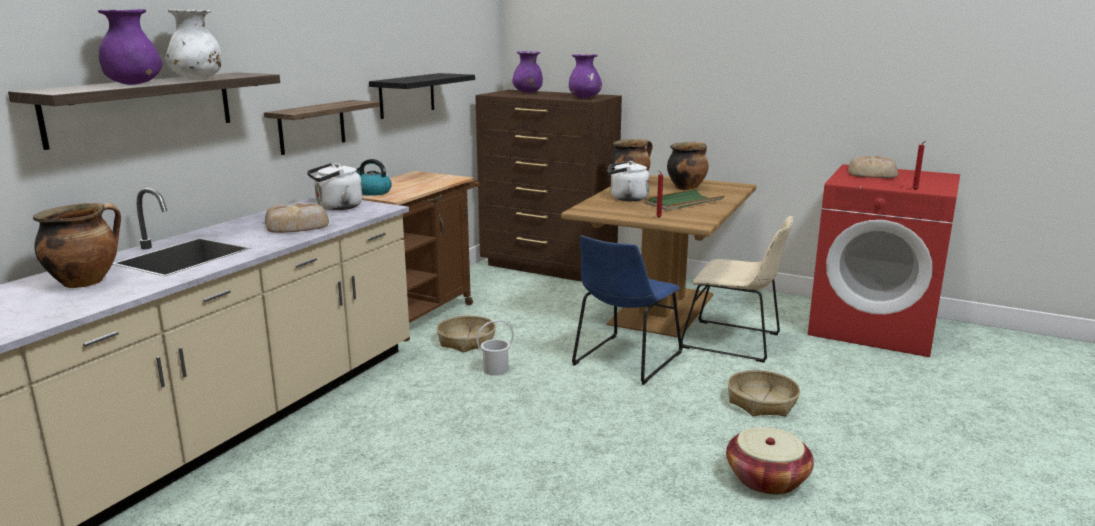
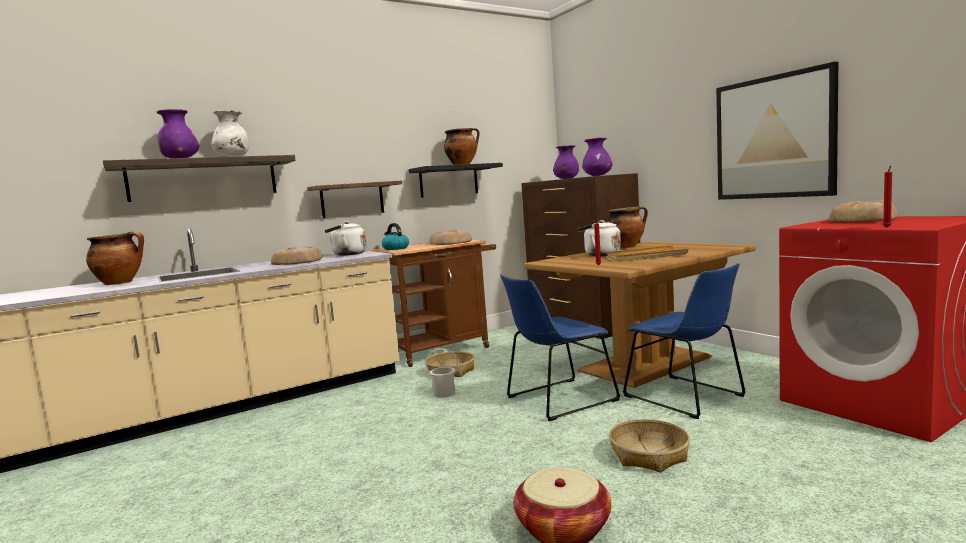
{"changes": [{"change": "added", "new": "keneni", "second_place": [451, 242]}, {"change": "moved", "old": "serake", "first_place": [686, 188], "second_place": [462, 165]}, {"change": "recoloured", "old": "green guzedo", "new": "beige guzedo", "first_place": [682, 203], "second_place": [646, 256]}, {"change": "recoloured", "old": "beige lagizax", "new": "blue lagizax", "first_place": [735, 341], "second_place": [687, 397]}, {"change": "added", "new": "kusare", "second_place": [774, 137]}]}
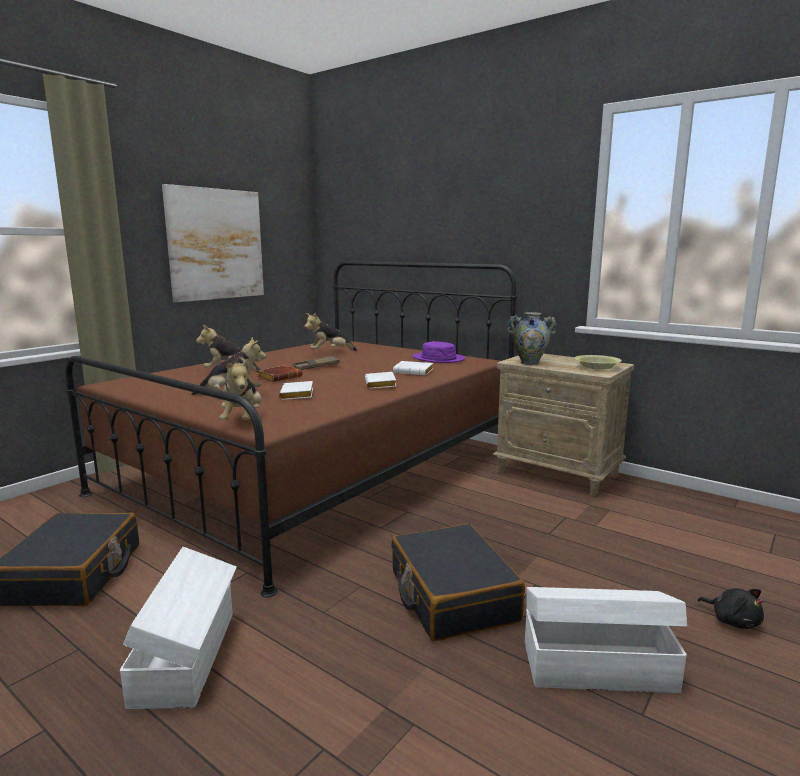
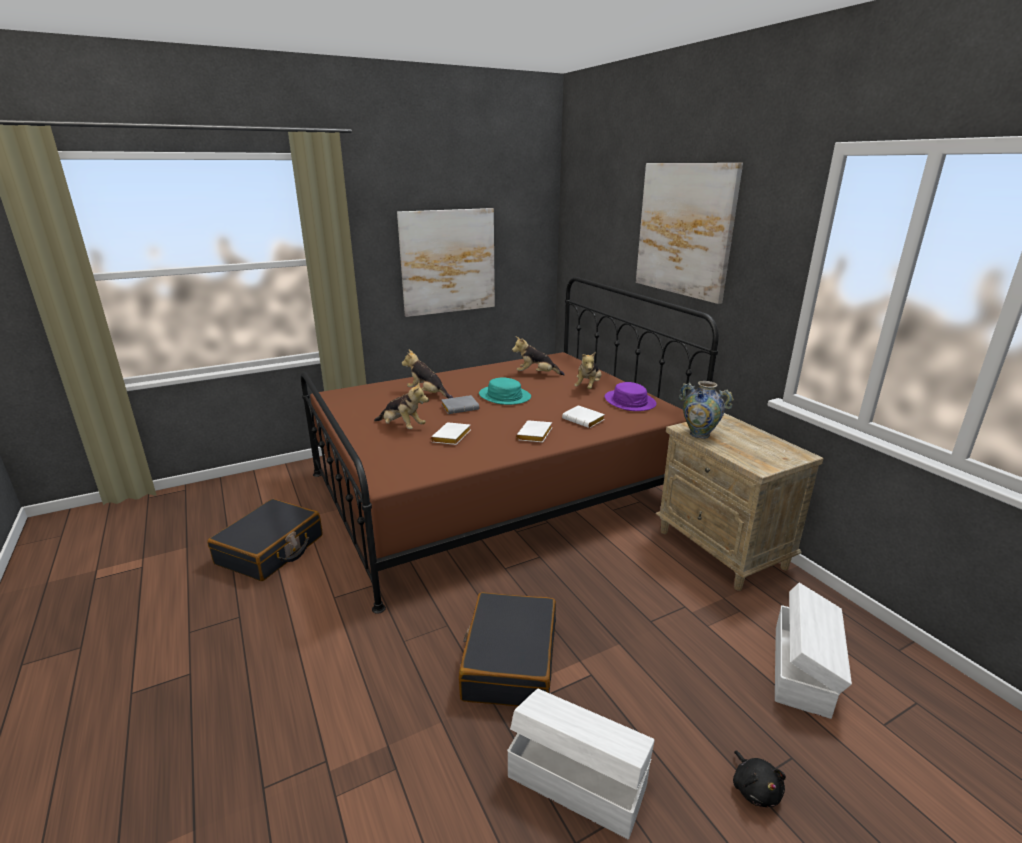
{"changes": [{"change": "recoloured", "old": "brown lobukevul", "new": "grey lobukevul", "first_place": [280, 377], "second_place": [460, 407]}, {"change": "replaced", "old": "brown guzedo", "new": "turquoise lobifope", "first_place": [316, 367], "second_place": [504, 396]}, {"change": "moved", "old": "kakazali", "first_place": [243, 420], "second_place": [588, 387]}, {"change": "added", "new": "kusare", "second_place": [684, 230]}, {"change": "moved", "old": "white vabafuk", "first_place": [187, 656], "second_place": [803, 669]}, {"change": "removed", "old": "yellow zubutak", "first_place": [597, 367]}]}
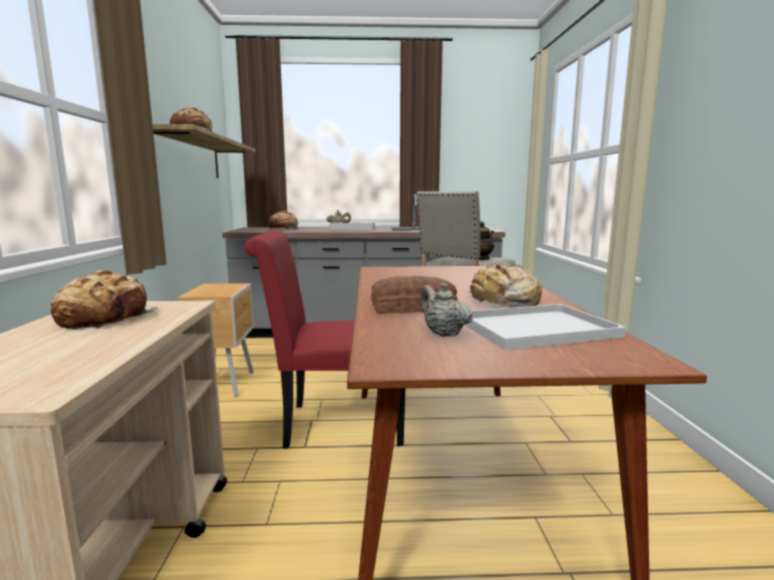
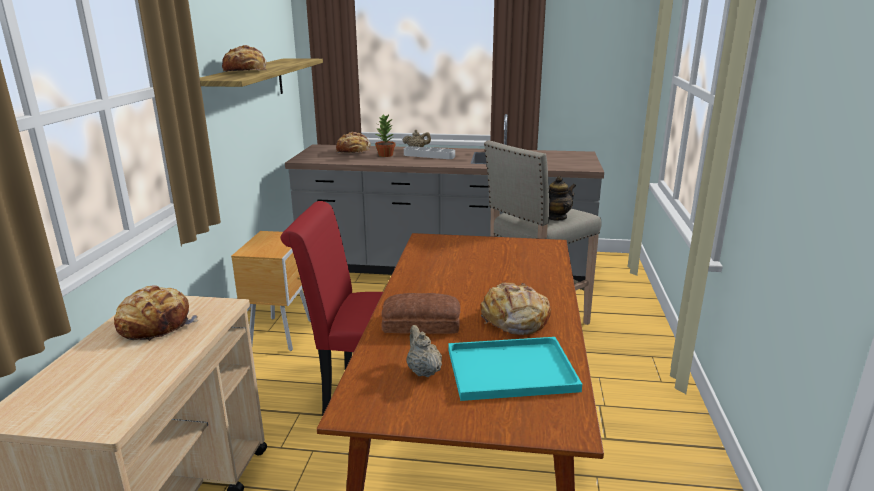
{"changes": [{"change": "added", "new": "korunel", "second_place": [385, 155]}, {"change": "recoloured", "old": "white guzedo", "new": "turquoise guzedo", "first_place": [537, 327], "second_place": [513, 369]}]}
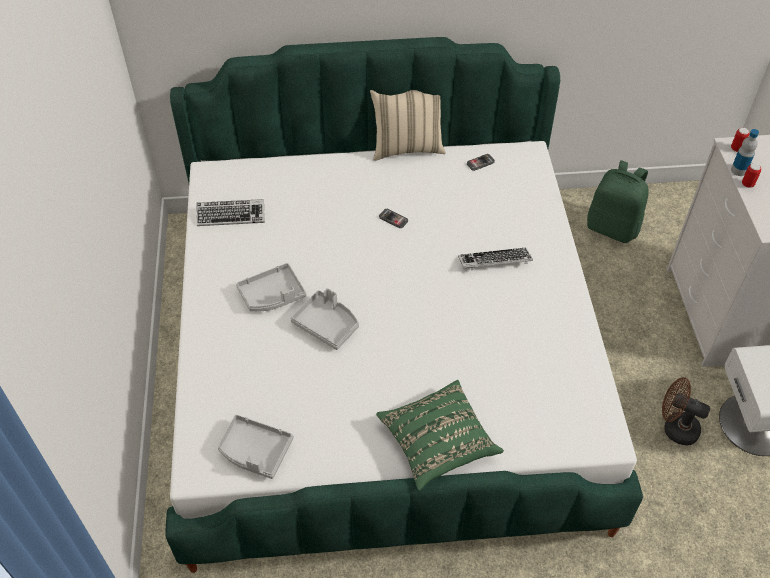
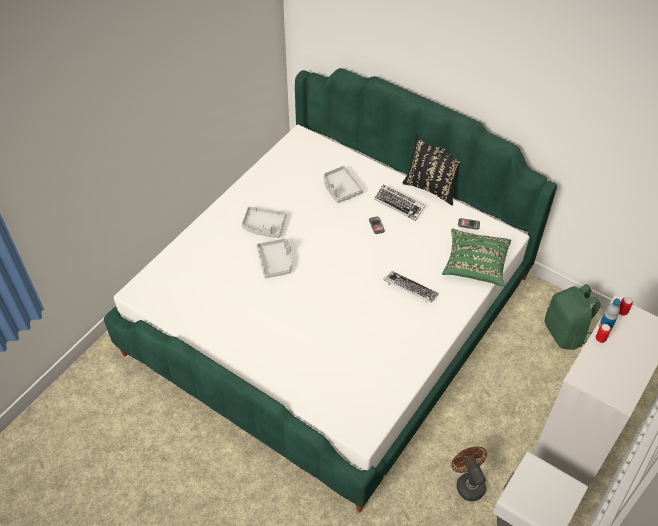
{"changes": [{"change": "moved", "old": "grey guzedo", "first_place": [255, 451], "second_place": [341, 188]}, {"change": "moved", "old": "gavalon", "first_place": [231, 215], "second_place": [399, 204]}, {"change": "recoloured", "old": "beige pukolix", "new": "black pukolix", "first_place": [407, 147], "second_place": [432, 187]}, {"change": "moved", "old": "green pukolix", "first_place": [438, 442], "second_place": [475, 264]}]}
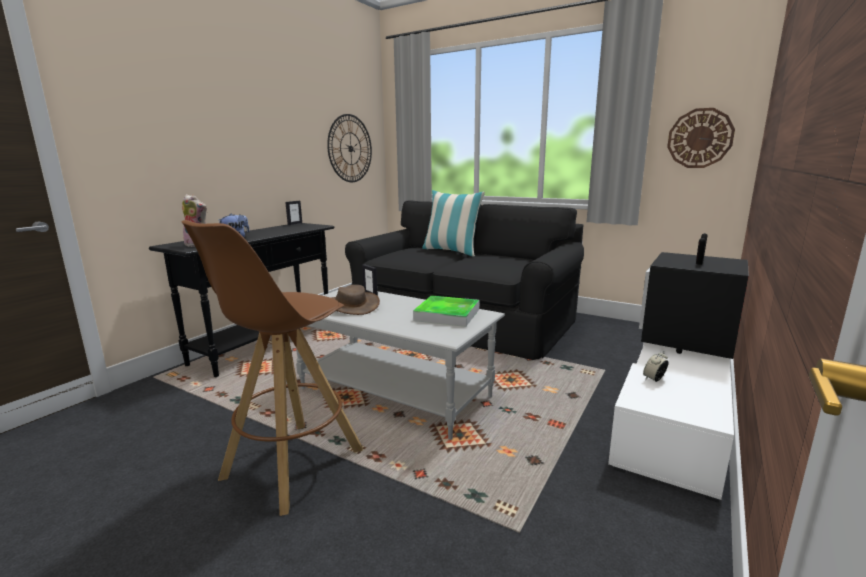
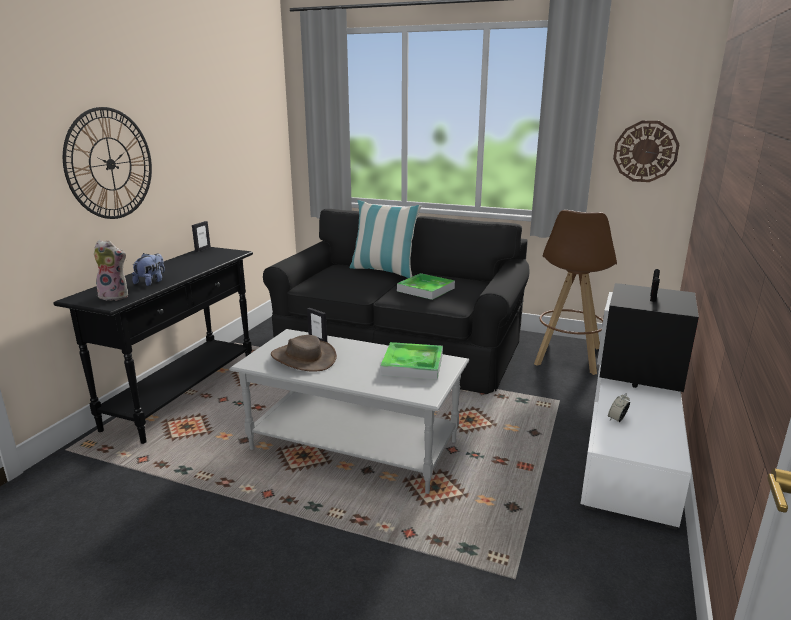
{"changes": [{"change": "moved", "old": "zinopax", "first_place": [350, 148], "second_place": [110, 164]}, {"change": "added", "new": "guzedo", "second_place": [425, 289]}, {"change": "moved", "old": "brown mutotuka", "first_place": [292, 464], "second_place": [567, 356]}]}
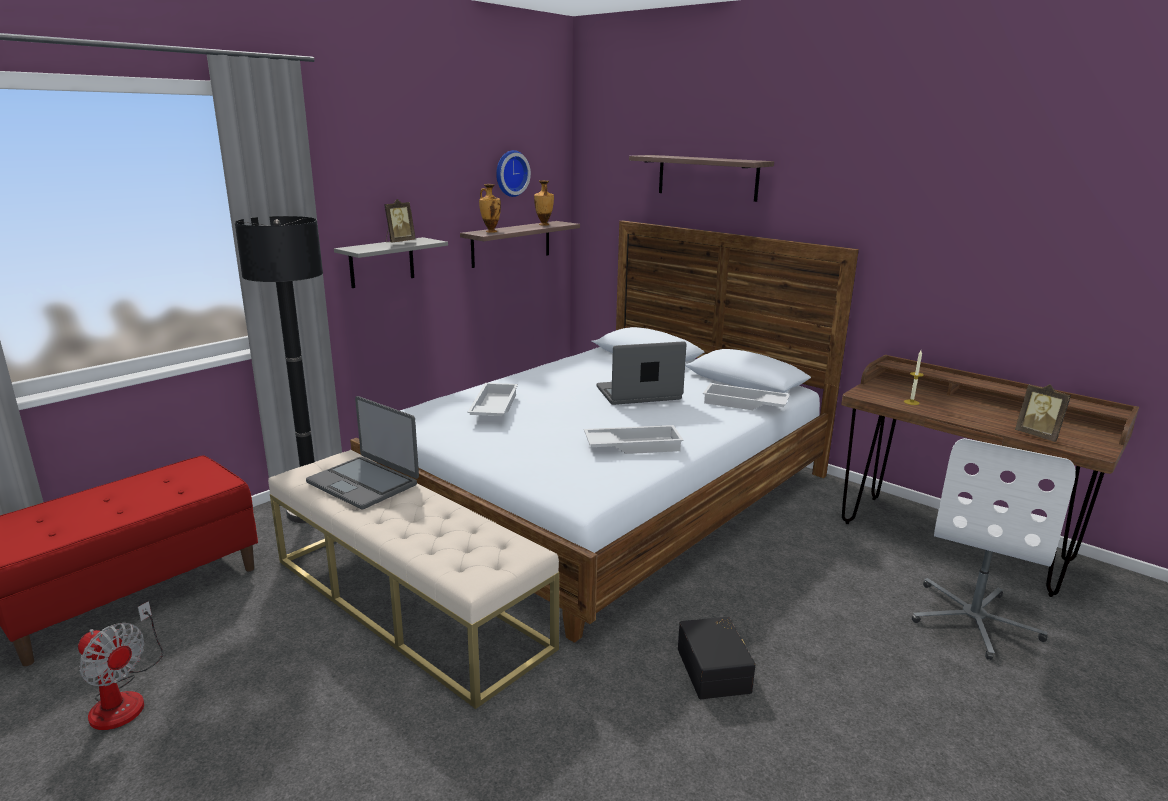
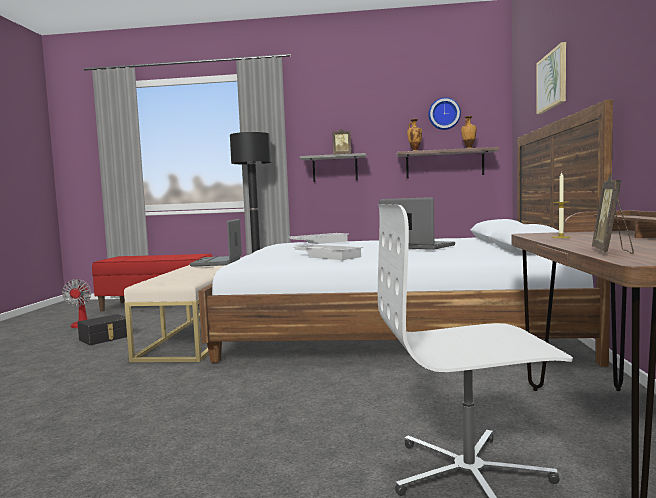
{"changes": [{"change": "moved", "old": "black vabafuk", "first_place": [715, 669], "second_place": [105, 338]}, {"change": "replaced", "old": "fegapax", "new": "kusare", "first_place": [707, 177], "second_place": [552, 80]}, {"change": "removed", "old": "white guzedo", "first_place": [744, 404]}]}
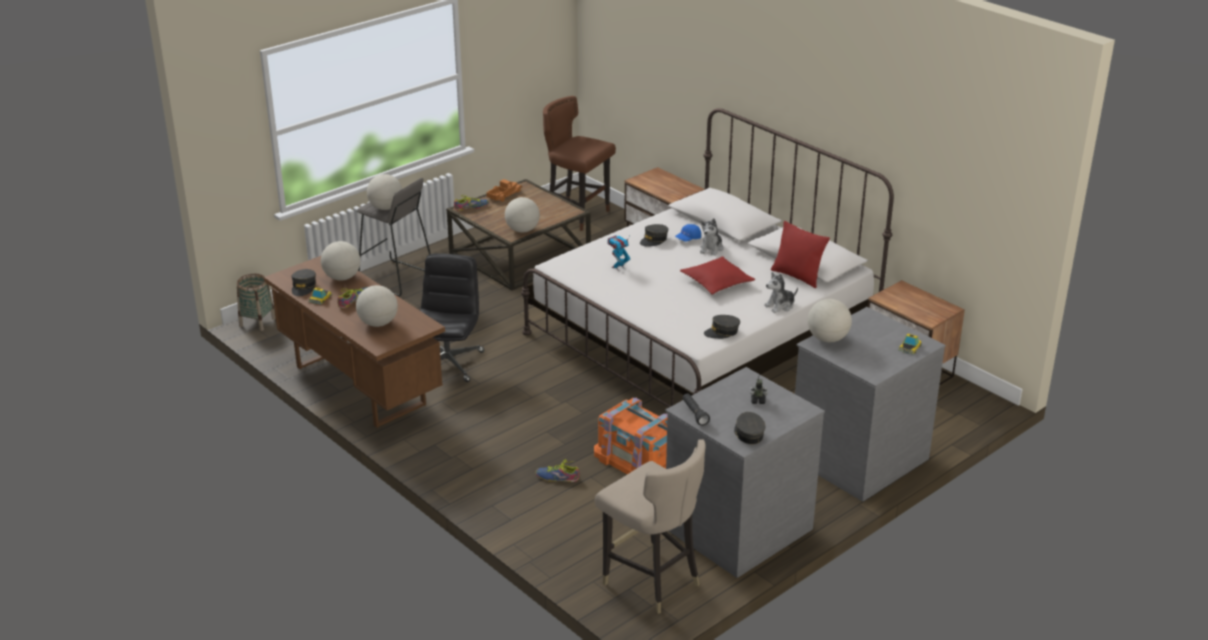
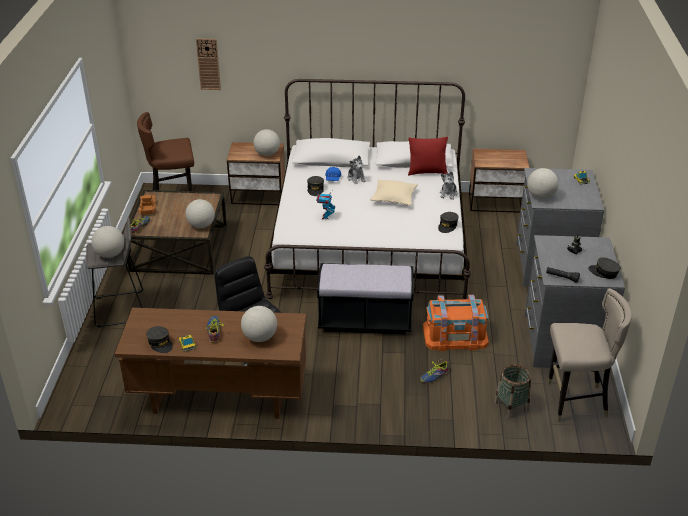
{"changes": [{"change": "added", "new": "zinopax", "second_place": [208, 64]}, {"change": "moved", "old": "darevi", "first_place": [342, 277], "second_place": [267, 154]}, {"change": "added", "new": "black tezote", "second_place": [365, 320]}, {"change": "recoloured", "old": "red pukolix", "new": "beige pukolix", "first_place": [717, 282], "second_place": [394, 197]}, {"change": "moved", "old": "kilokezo", "first_place": [257, 322], "second_place": [511, 406]}]}
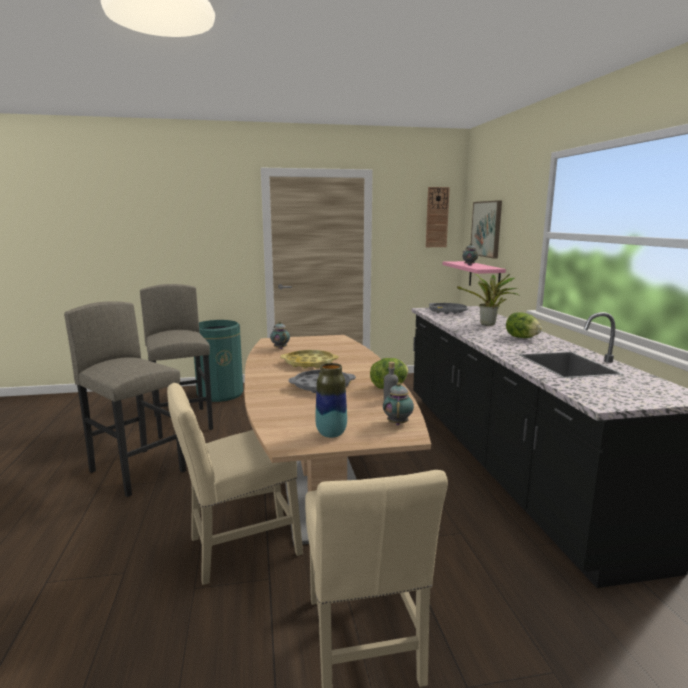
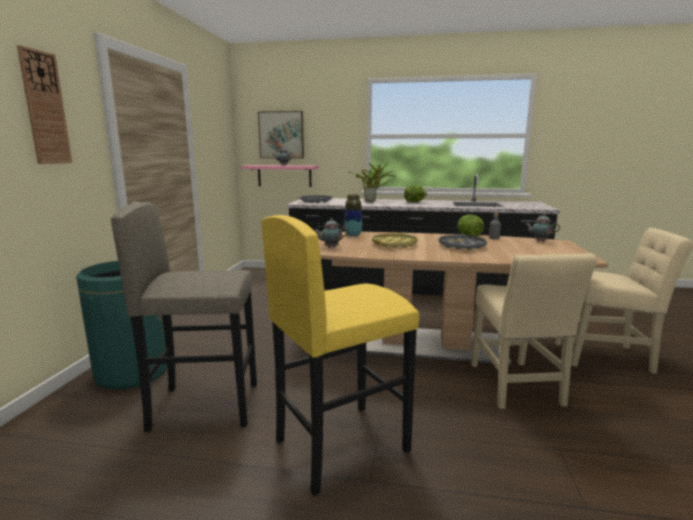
{"changes": [{"change": "moved", "old": "zinopax", "first_place": [437, 217], "second_place": [45, 108]}, {"change": "recoloured", "old": "grey mutotuka", "new": "yellow mutotuka", "first_place": [138, 471], "second_place": [340, 445]}, {"change": "moved", "old": "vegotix", "first_place": [331, 433], "second_place": [353, 235]}]}
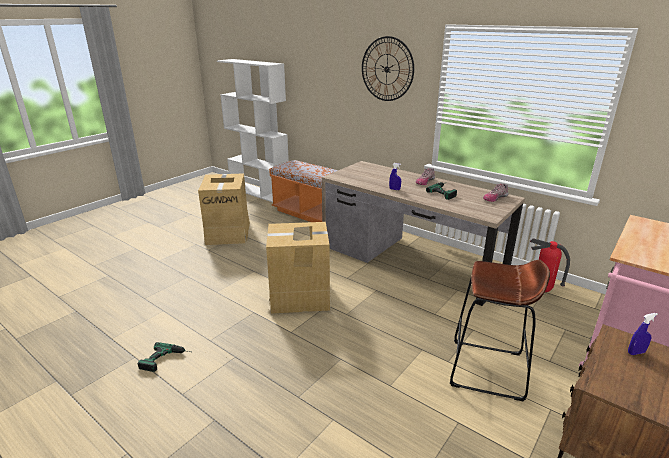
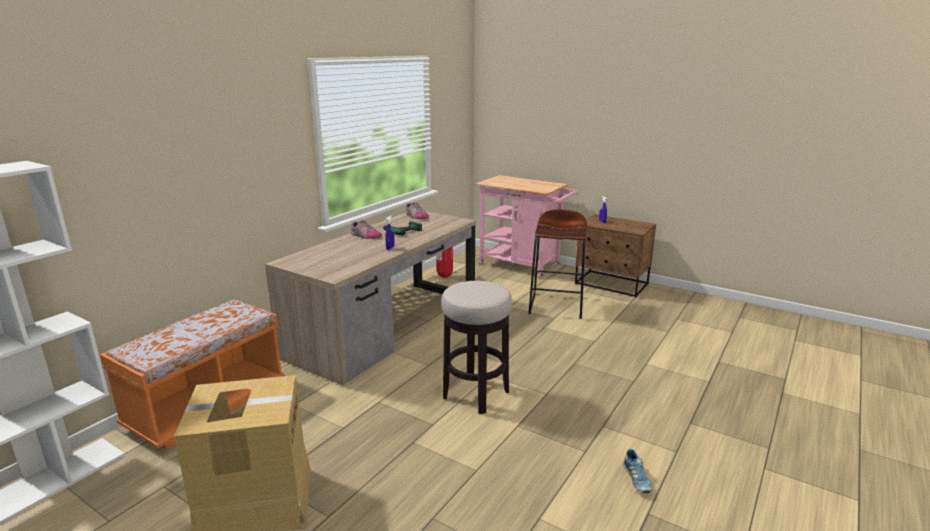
{"changes": [{"change": "replaced", "old": "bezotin", "new": "mutotuka", "first_place": [300, 296], "second_place": [476, 394]}, {"change": "replaced", "old": "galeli", "new": "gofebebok", "first_place": [167, 360], "second_place": [636, 479]}, {"change": "removed", "old": "zinopax", "first_place": [387, 69]}]}
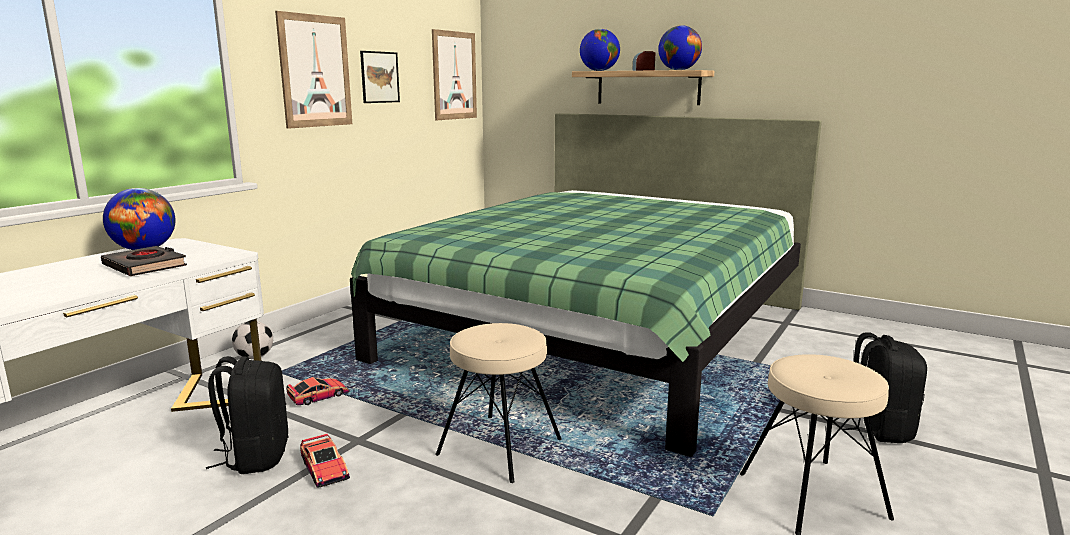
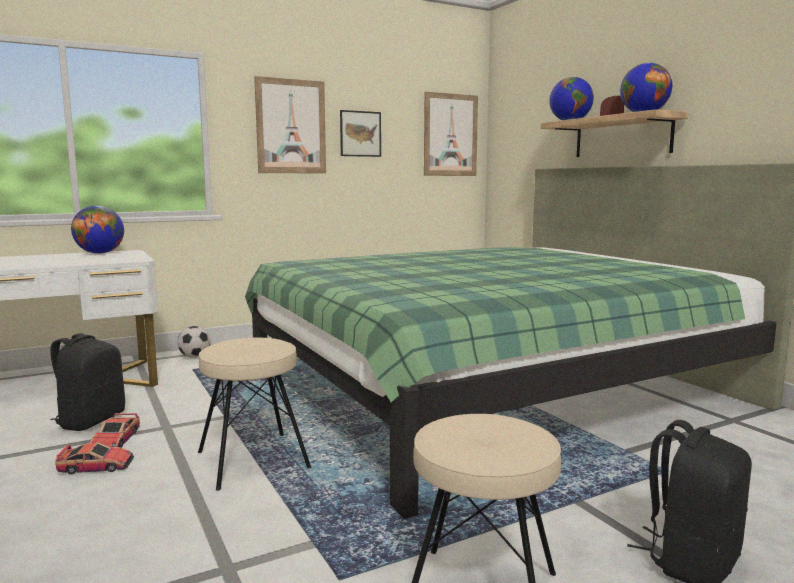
{"changes": [{"change": "moved", "old": "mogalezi", "first_place": [319, 396], "second_place": [96, 466]}, {"change": "removed", "old": "black lobukevul", "first_place": [145, 266]}]}
